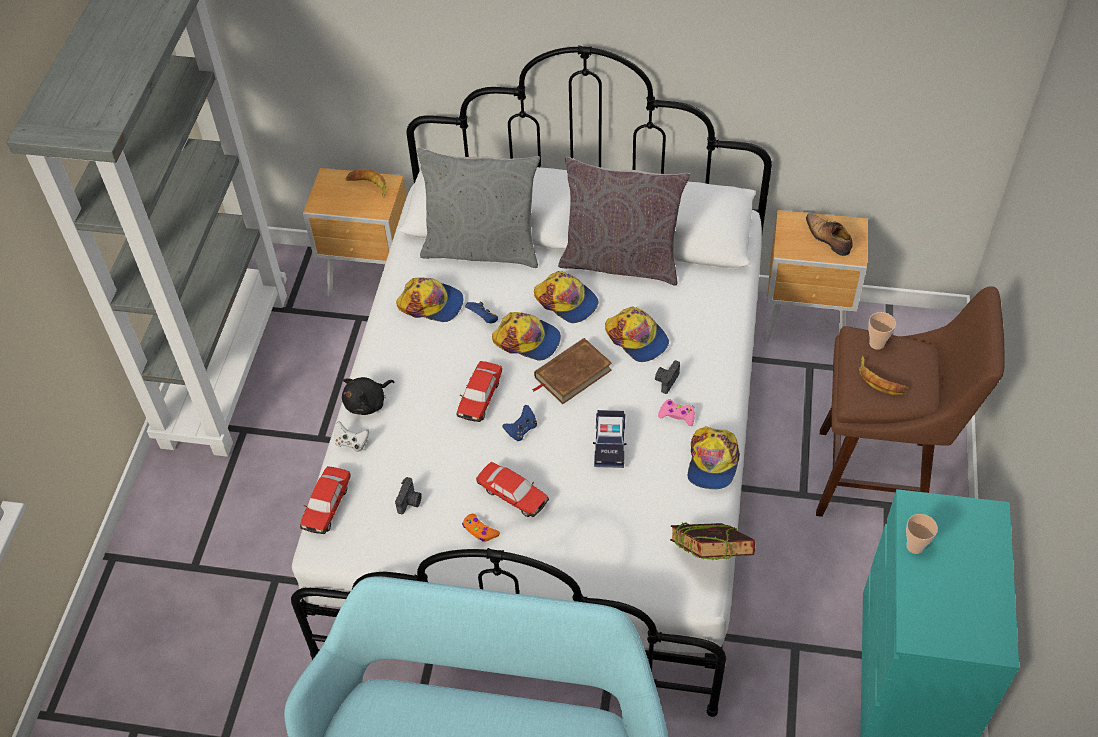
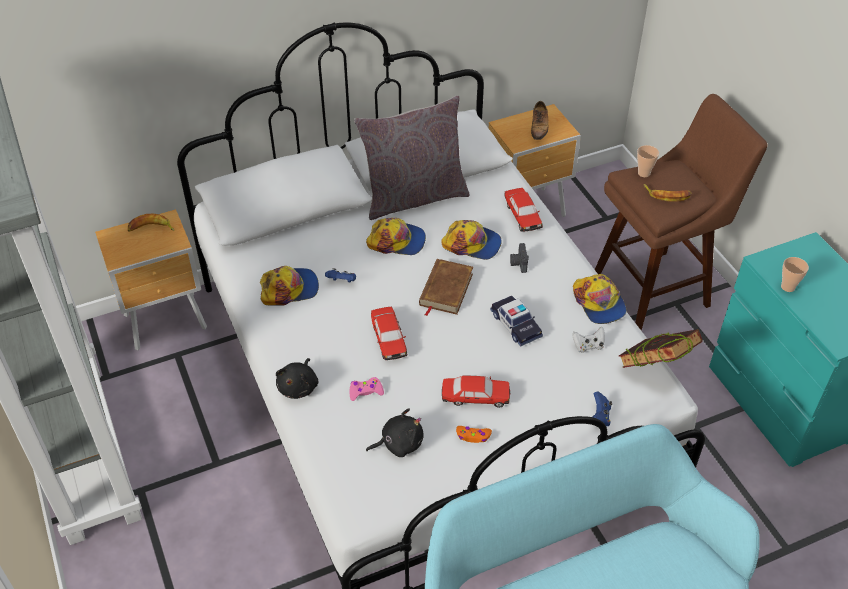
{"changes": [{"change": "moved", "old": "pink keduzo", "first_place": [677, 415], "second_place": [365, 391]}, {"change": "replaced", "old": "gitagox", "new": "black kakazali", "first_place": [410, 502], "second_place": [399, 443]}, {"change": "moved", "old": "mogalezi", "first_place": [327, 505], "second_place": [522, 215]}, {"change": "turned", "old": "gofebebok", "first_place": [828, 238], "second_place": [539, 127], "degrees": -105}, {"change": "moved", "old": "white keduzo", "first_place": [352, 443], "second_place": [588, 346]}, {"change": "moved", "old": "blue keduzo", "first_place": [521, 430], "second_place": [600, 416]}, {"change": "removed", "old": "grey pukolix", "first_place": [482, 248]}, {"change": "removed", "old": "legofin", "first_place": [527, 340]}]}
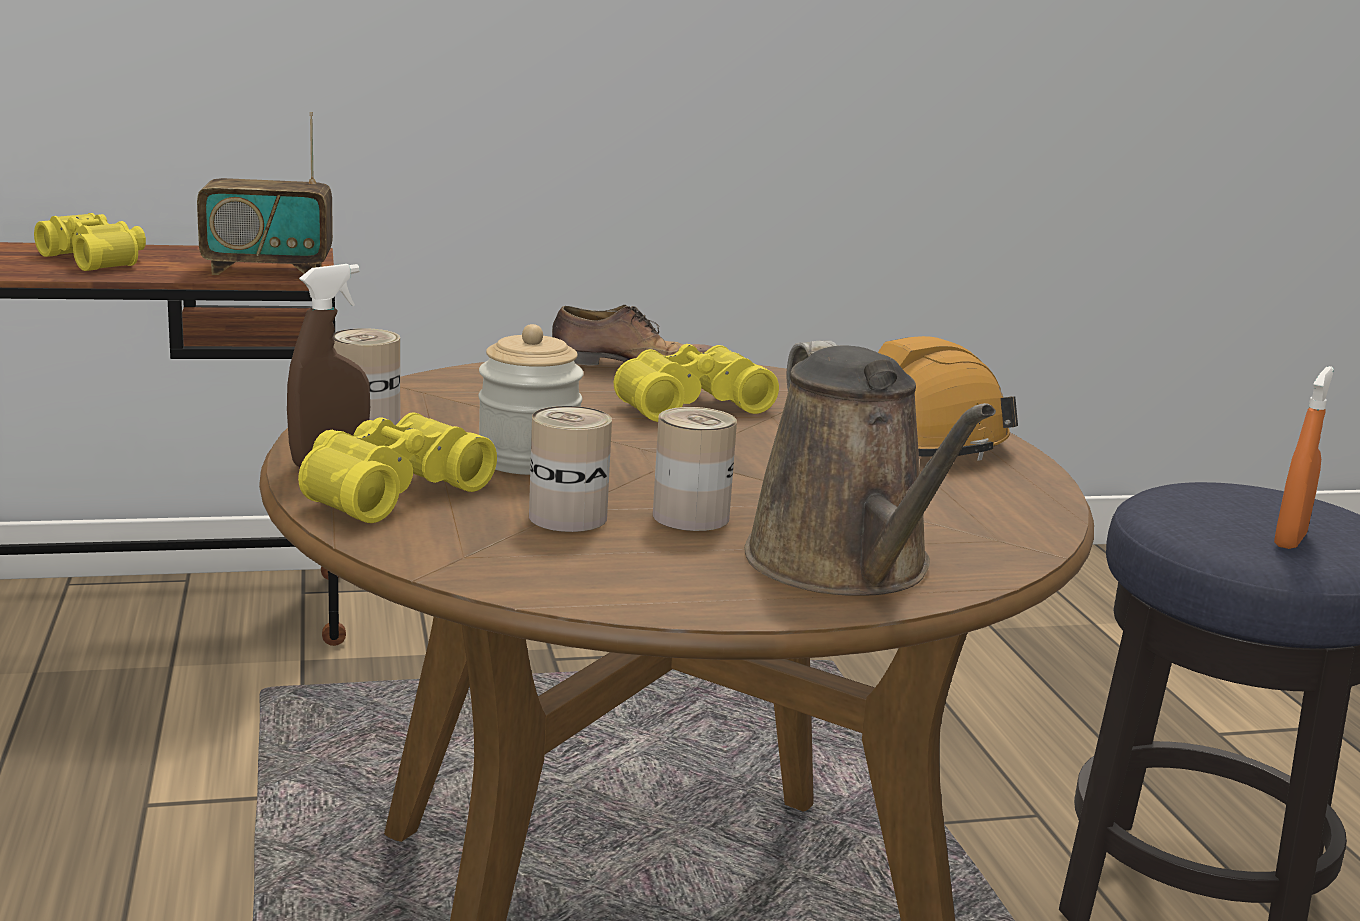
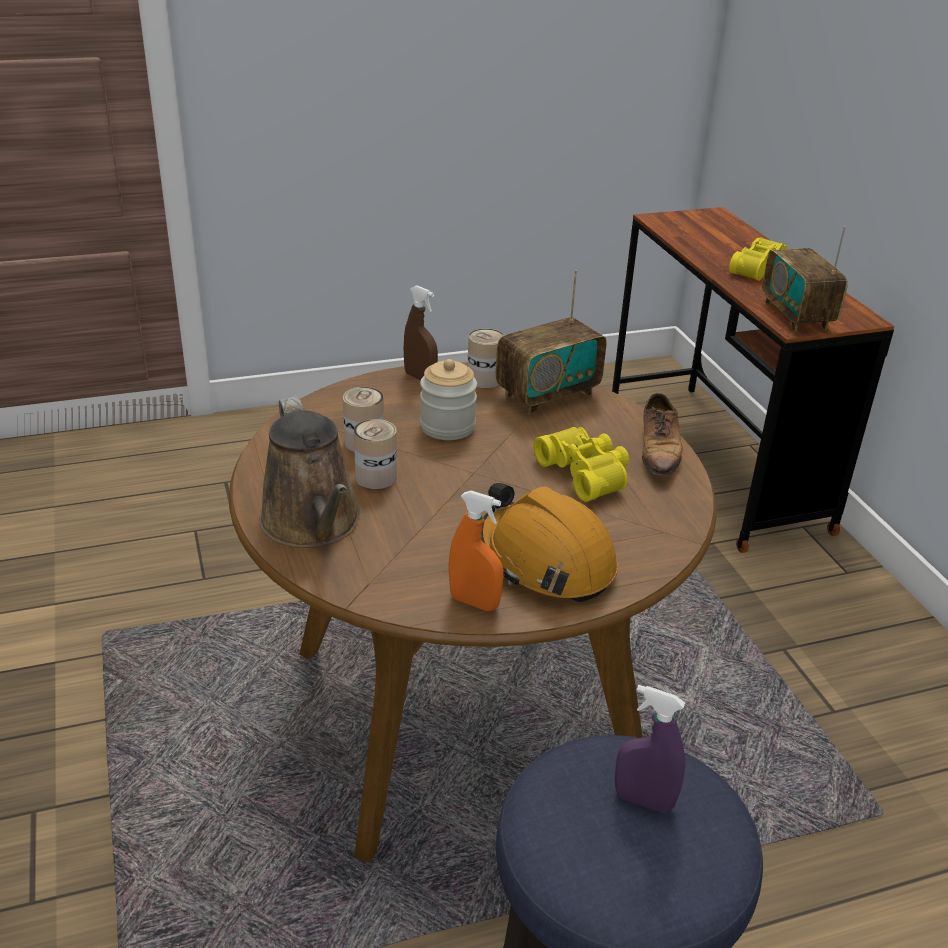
{"changes": [{"change": "turned", "old": "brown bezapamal", "first_place": [845, 567], "second_place": [313, 524], "degrees": -90}, {"change": "moved", "old": "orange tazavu", "first_place": [1290, 540], "second_place": [474, 602]}, {"change": "added", "new": "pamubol", "second_place": [547, 395]}, {"change": "added", "new": "purple tazavu", "second_place": [643, 800]}, {"change": "removed", "old": "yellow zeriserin", "first_place": [387, 490]}]}
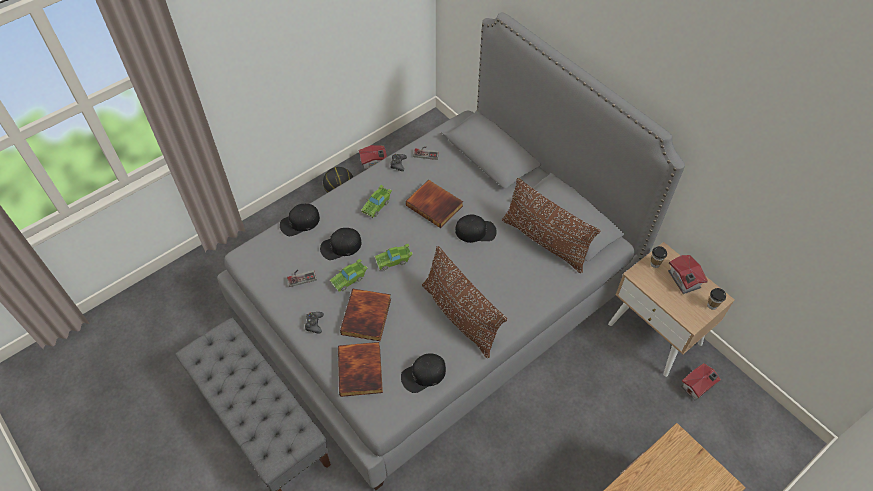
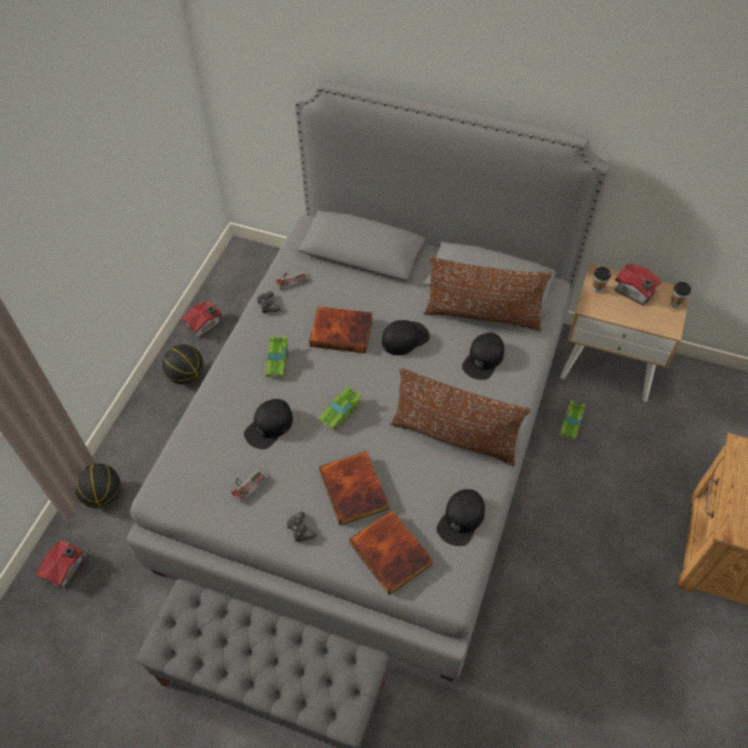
{"changes": [{"change": "moved", "old": "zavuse", "first_place": [698, 386], "second_place": [67, 569]}, {"change": "added", "new": "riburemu", "second_place": [103, 495]}, {"change": "moved", "old": "black legofin", "first_place": [300, 222], "second_place": [483, 359]}, {"change": "moved", "old": "green mogalezi", "first_place": [349, 279], "second_place": [571, 424]}]}
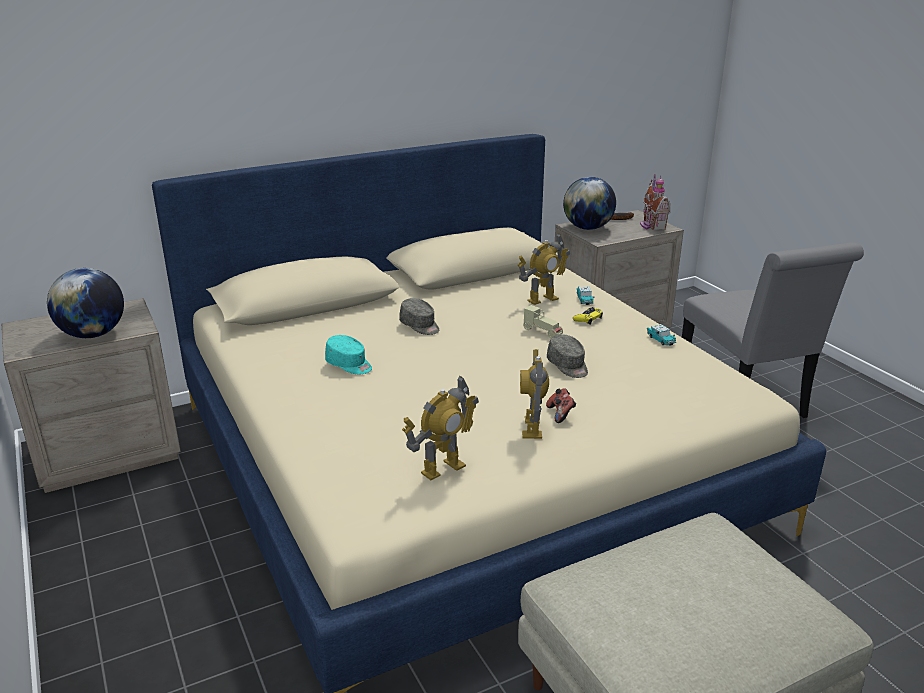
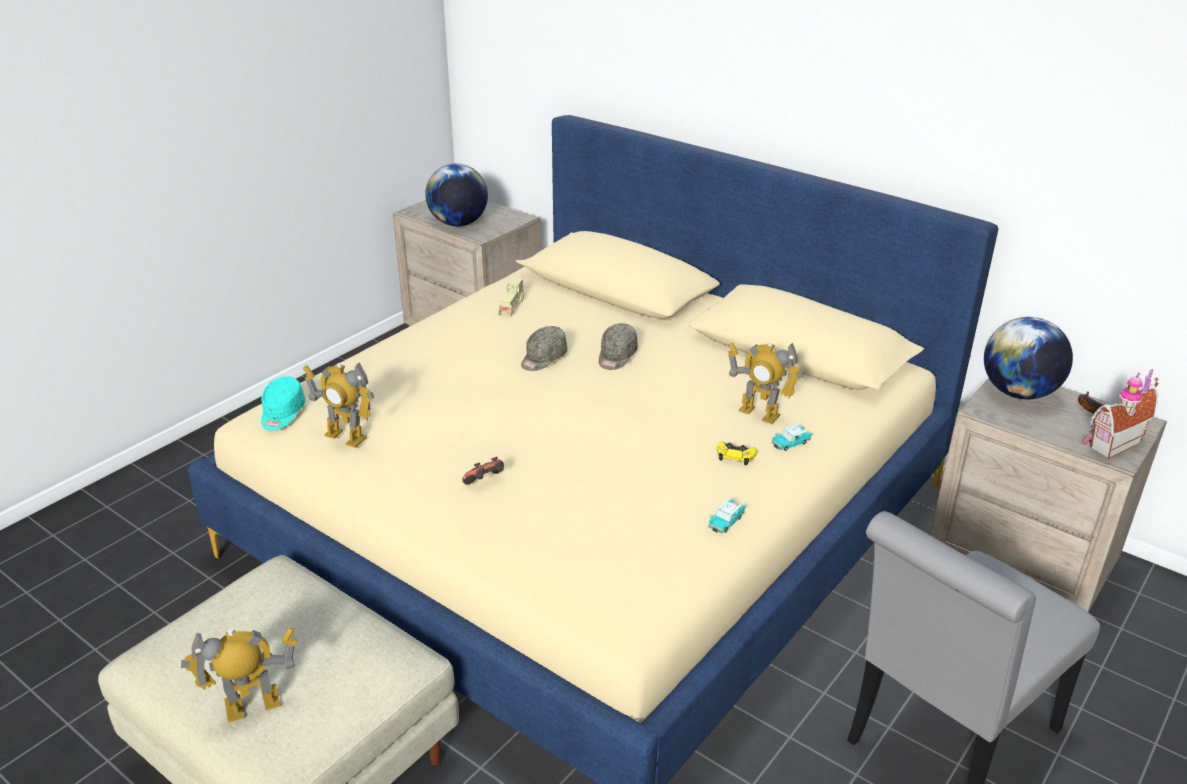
{"changes": [{"change": "moved", "old": "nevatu", "first_place": [532, 428], "second_place": [253, 706]}, {"change": "moved", "old": "turquoise legofin", "first_place": [349, 365], "second_place": [282, 414]}, {"change": "moved", "old": "beige mogalezi", "first_place": [543, 332], "second_place": [511, 307]}, {"change": "moved", "old": "grey legofin", "first_place": [568, 366], "second_place": [543, 359]}]}
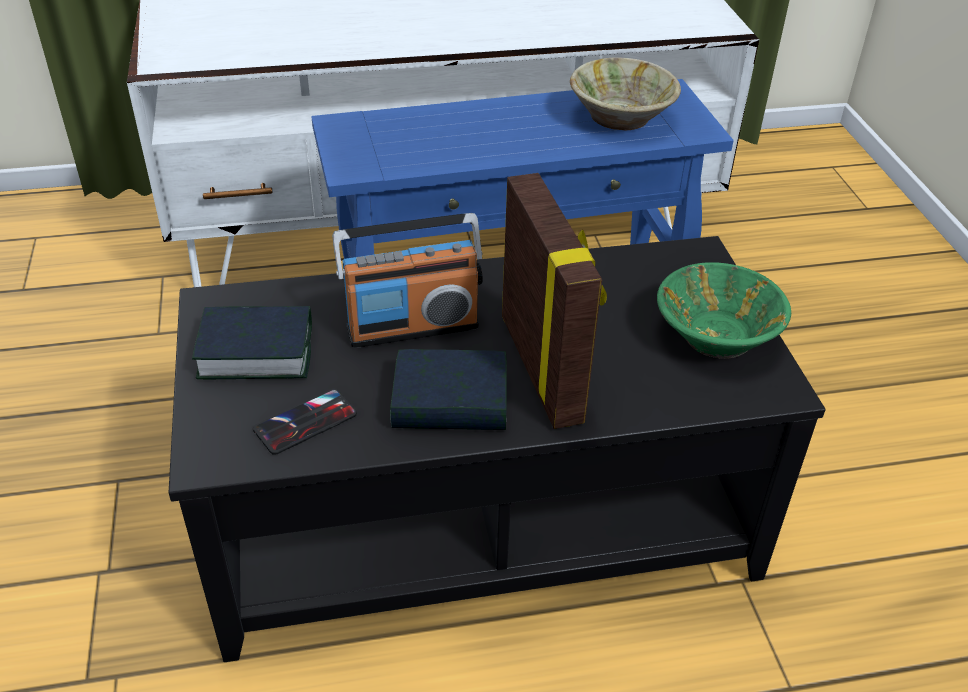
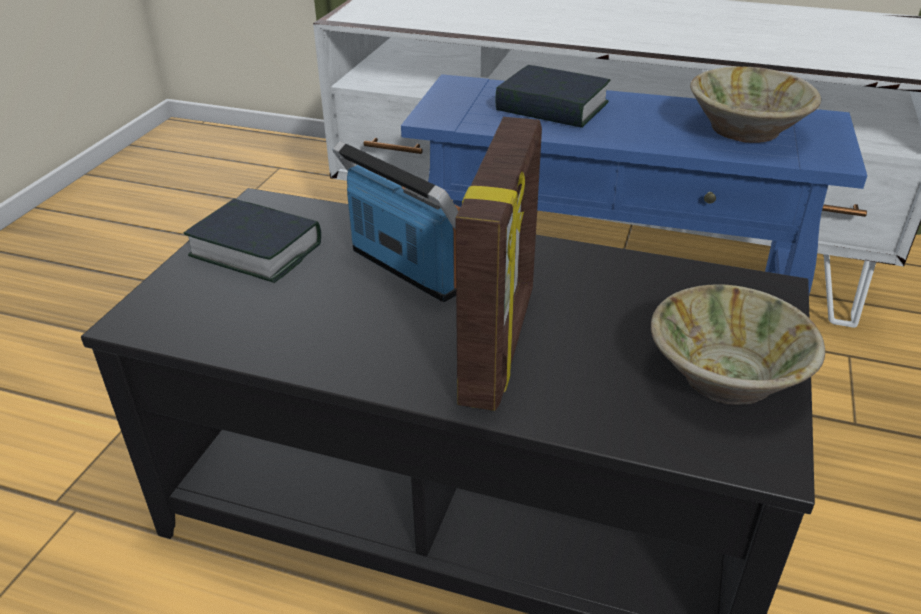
{"changes": [{"change": "turned", "old": "pamubol", "first_place": [412, 326], "second_place": [406, 270], "degrees": -150}, {"change": "moved", "old": "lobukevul", "first_place": [450, 401], "second_place": [552, 107]}, {"change": "recoloured", "old": "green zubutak", "new": "beige zubutak", "first_place": [715, 335], "second_place": [725, 375]}, {"change": "removed", "old": "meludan", "first_place": [305, 422]}]}
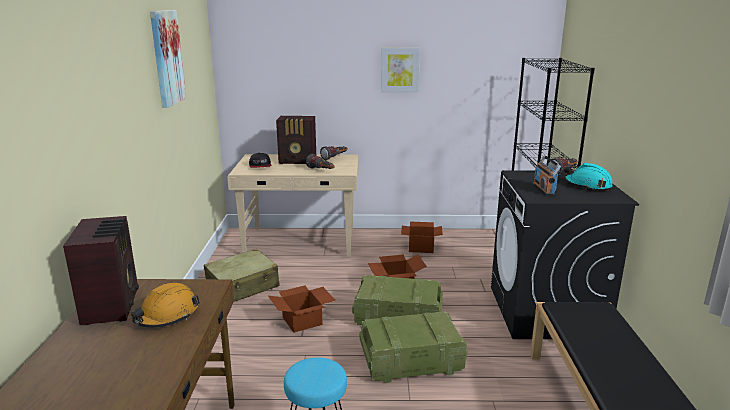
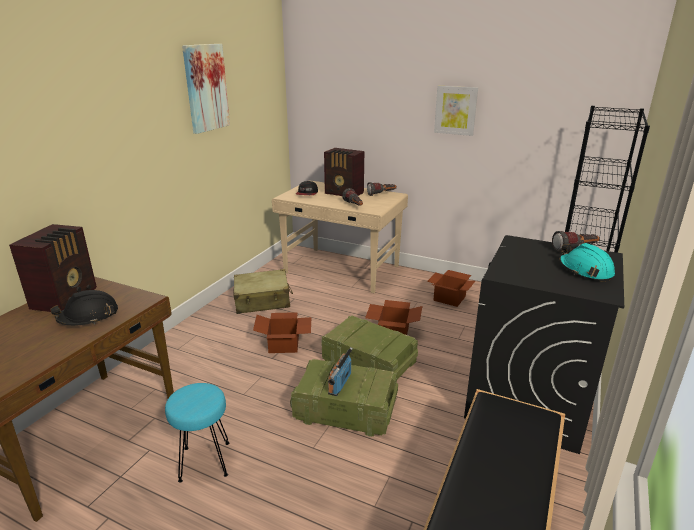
{"changes": [{"change": "recoloured", "old": "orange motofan", "new": "black motofan", "first_place": [167, 316], "second_place": [88, 317]}, {"change": "moved", "old": "pamubol", "first_place": [544, 189], "second_place": [339, 384]}]}
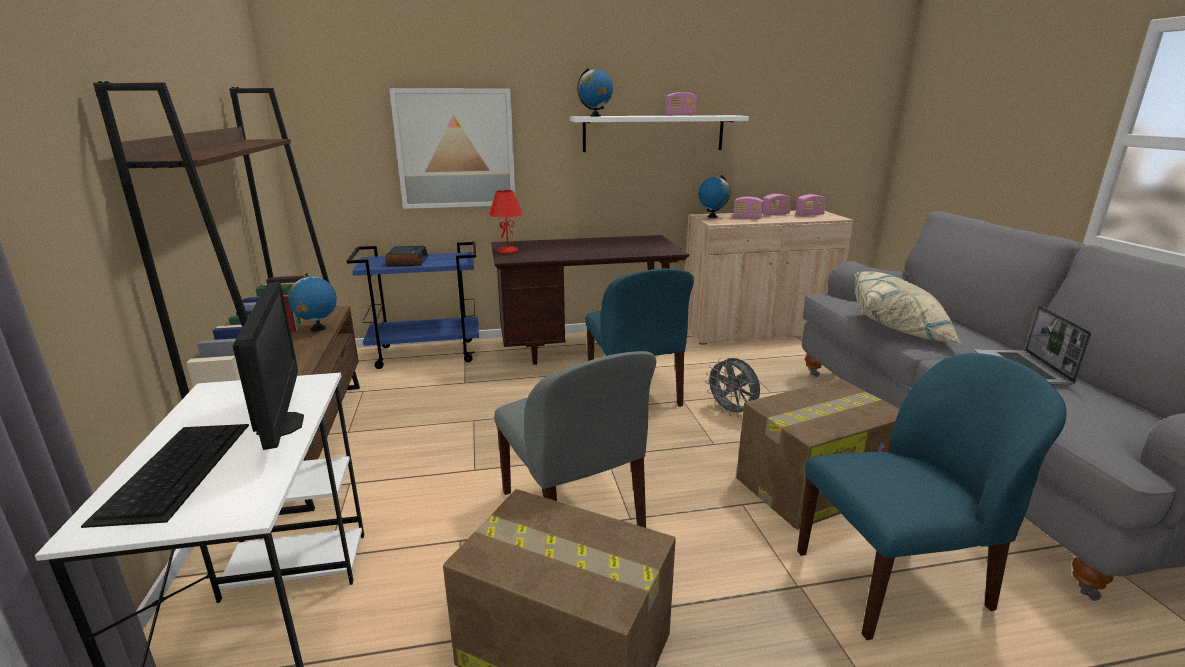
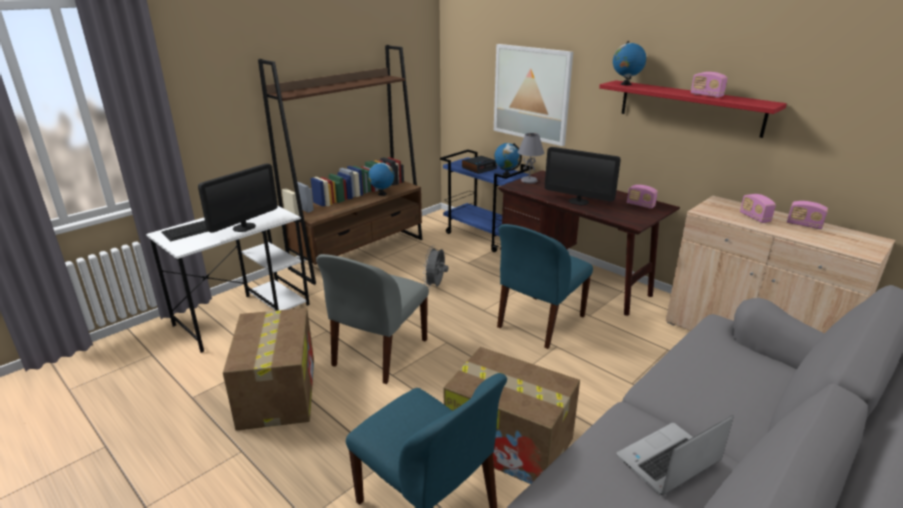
{"changes": [{"change": "moved", "old": "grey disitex", "first_place": [731, 412], "second_place": [436, 286]}, {"change": "moved", "old": "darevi", "first_place": [712, 217], "second_place": [506, 174]}, {"change": "recoloured", "old": "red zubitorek", "new": "grey zubitorek", "first_place": [508, 251], "second_place": [529, 181]}, {"change": "added", "new": "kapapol", "second_place": [578, 201]}, {"change": "recoloured", "old": "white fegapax", "new": "red fegapax", "first_place": [654, 133], "second_place": [690, 107]}, {"change": "moved", "old": "pamubol", "first_place": [809, 215], "second_place": [640, 205]}, {"change": "removed", "old": "beige pukolix", "first_place": [899, 328]}]}
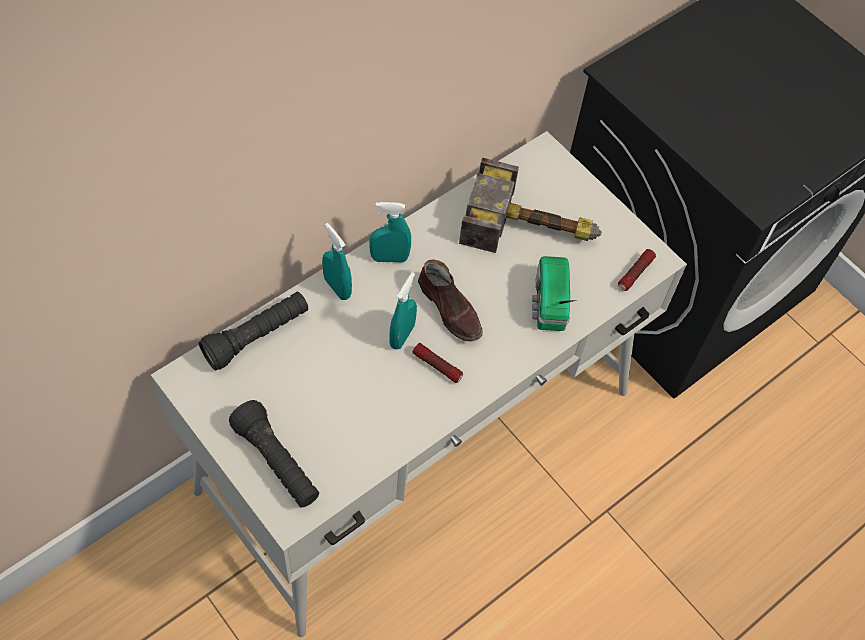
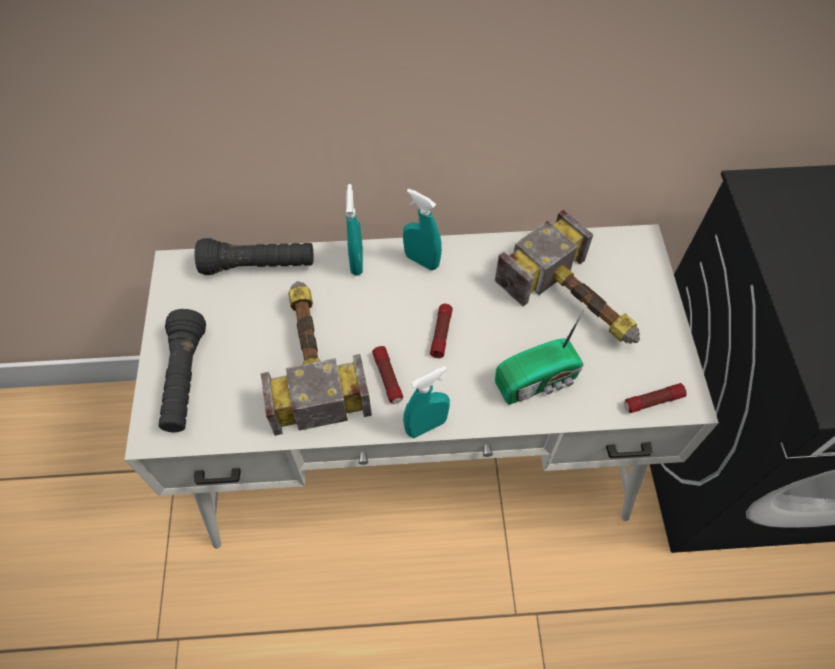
{"changes": [{"change": "added", "new": "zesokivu", "second_place": [311, 356]}, {"change": "moved", "old": "turquoise tazavu", "first_place": [402, 336], "second_place": [426, 426]}, {"change": "replaced", "old": "brown gofebebok", "new": "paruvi", "first_place": [450, 309], "second_place": [441, 334]}, {"change": "turned", "old": "pamubol", "first_place": [548, 303], "second_place": [539, 381], "degrees": -150}]}
